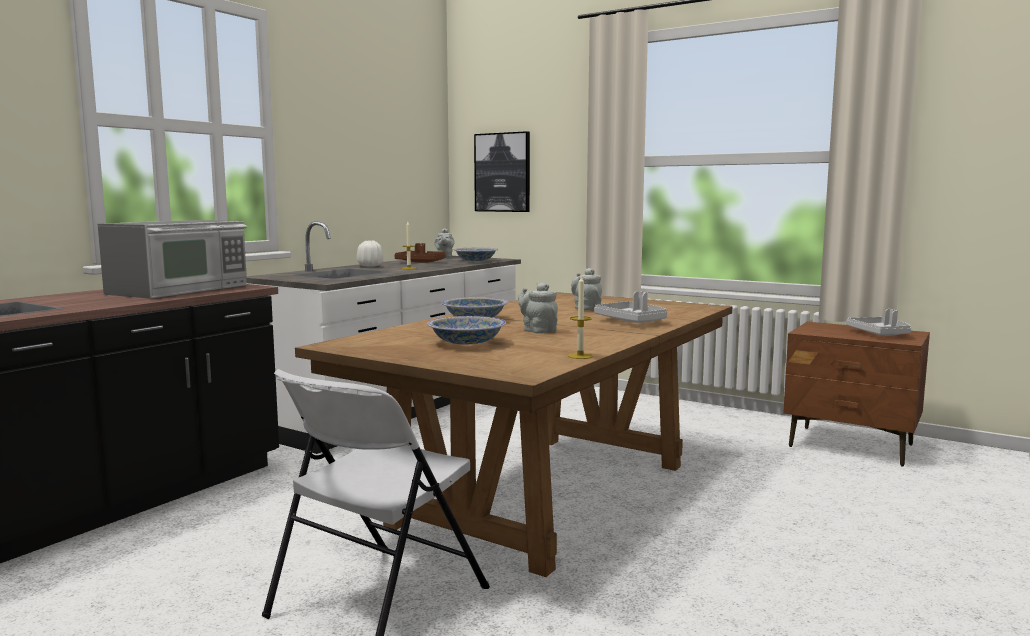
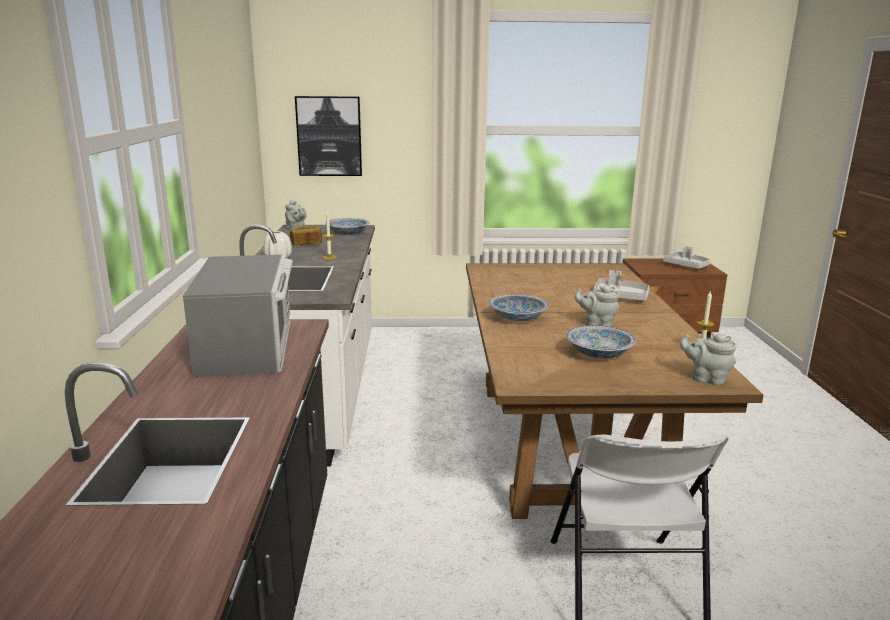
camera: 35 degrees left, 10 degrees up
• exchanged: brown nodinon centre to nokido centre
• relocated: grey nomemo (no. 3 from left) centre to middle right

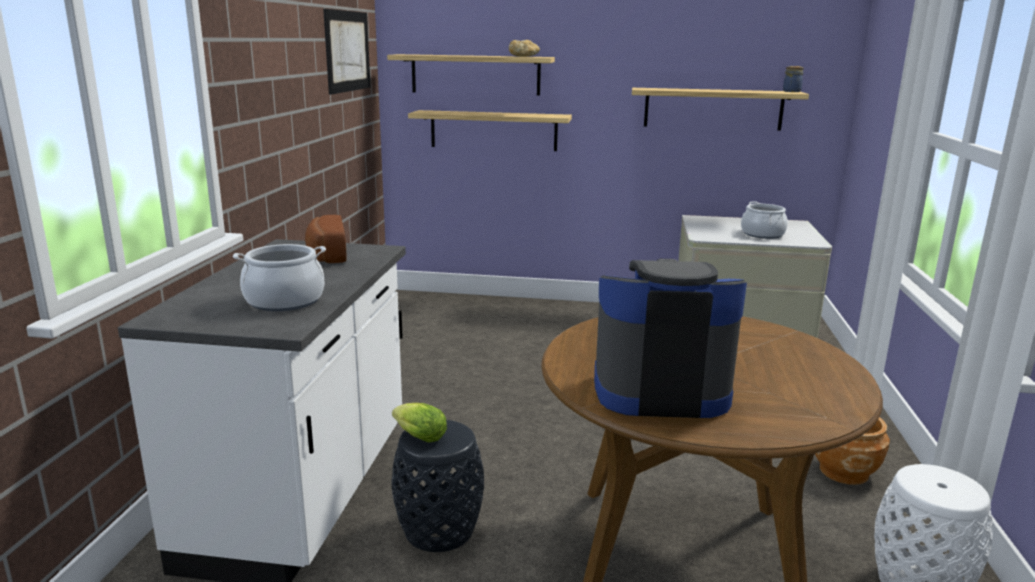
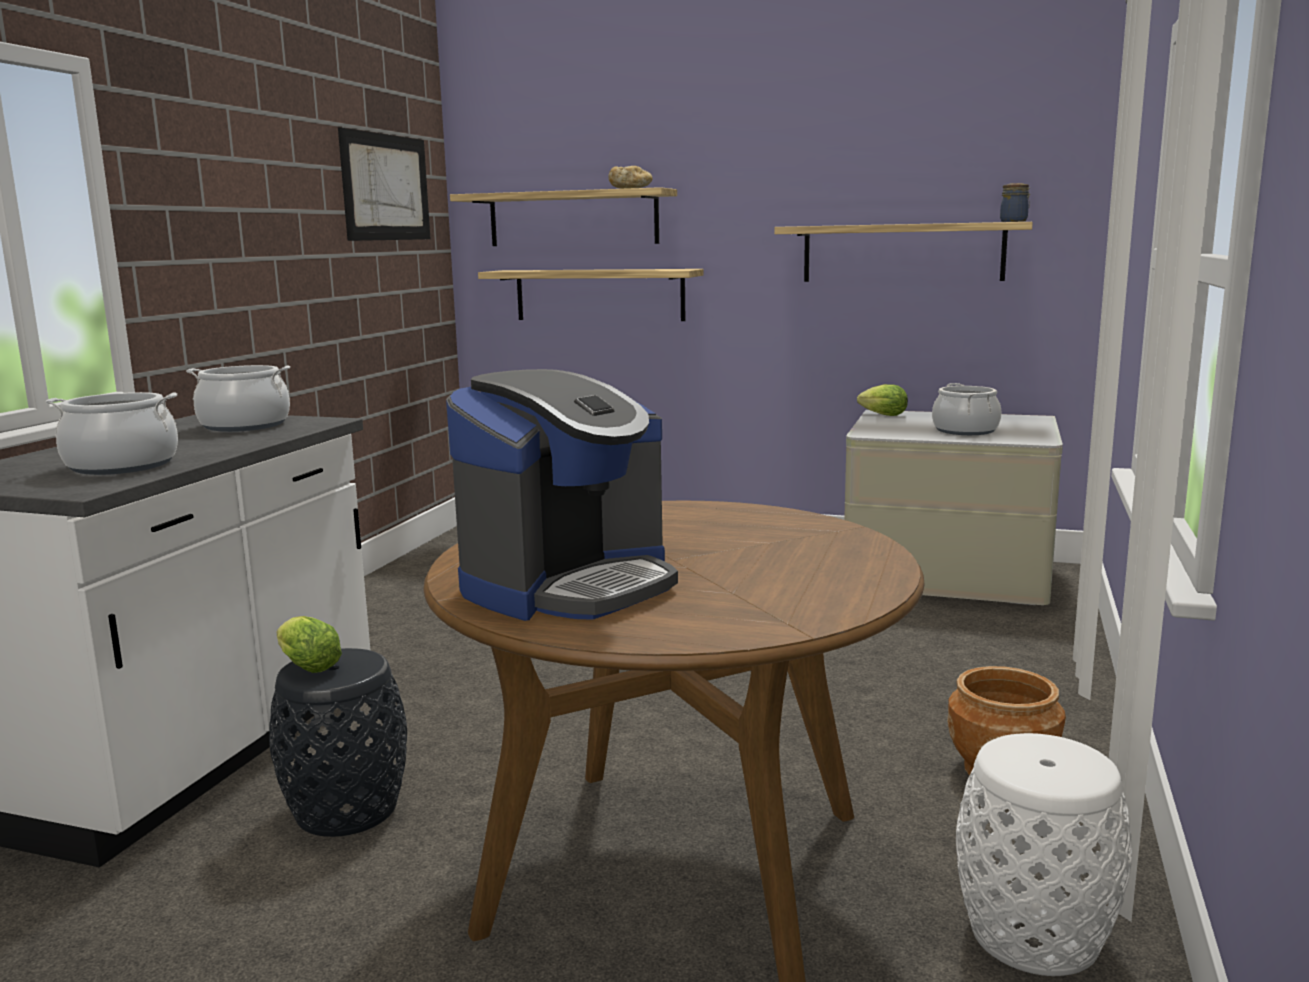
camera: 10 degrees right, 5 degrees down
• exchanged: nokido (no. 1 from left) middle left to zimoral (no. 2 from left) middle left
• spun: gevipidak centre = centre 120 degrees clockwise
• appeared: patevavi (no. 2 from left) middle right

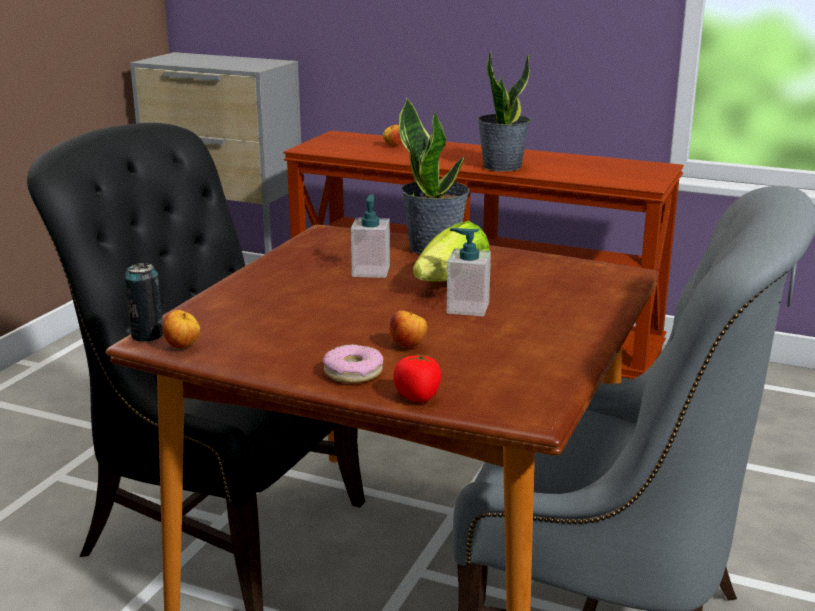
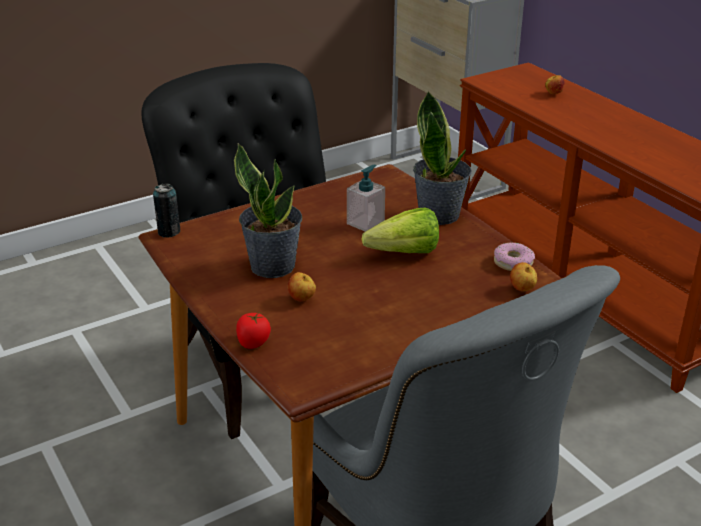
camera: 35 degrees right, 10 degrees up
• relocated: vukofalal (no. 2 from left in the first image) top centre to vukofalal (no. 1 from left) centre
• missing: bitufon (no. 2 from left) centre
• relocated: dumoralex (no. 1 from left in the first image) middle left to dumoralex (no. 2 from left) middle right
• relocated: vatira centre to middle right

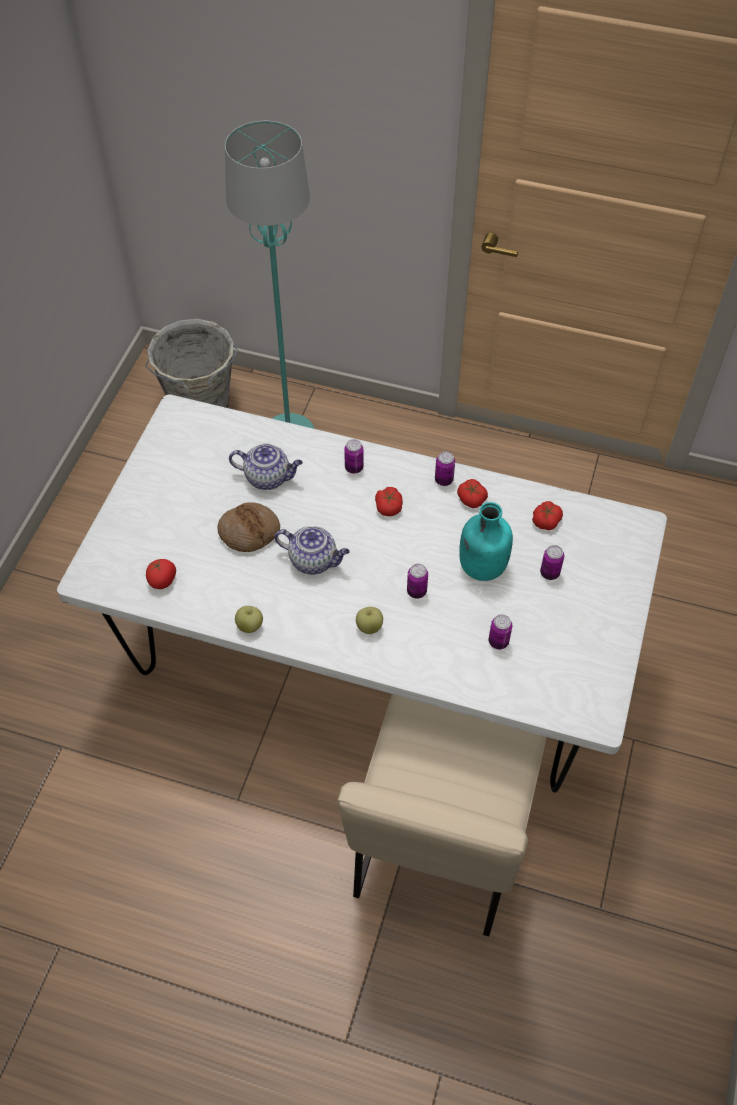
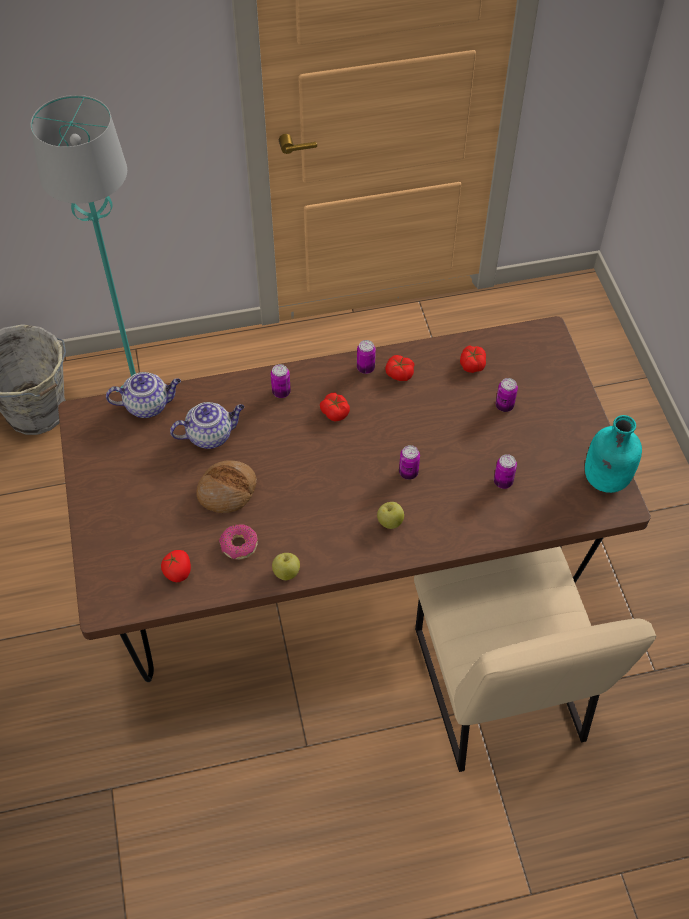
camera: 30 degrees left, 0 degrees up
• colour: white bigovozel centre to brown bigovozel centre
• relocated: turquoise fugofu centre to middle right
• relocated: nomemo (no. 2 from left in the first image) centre to nomemo (no. 1 from left) middle left
• appeared: vatira centre

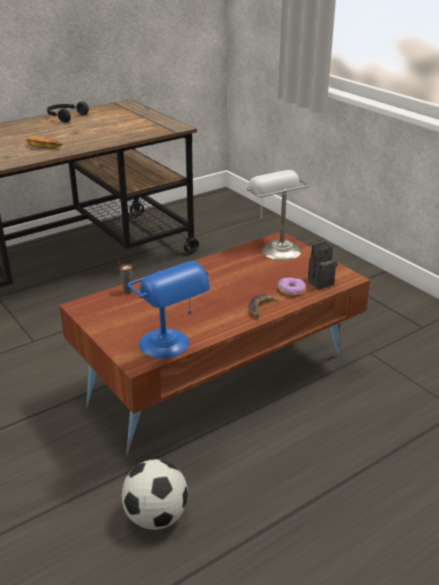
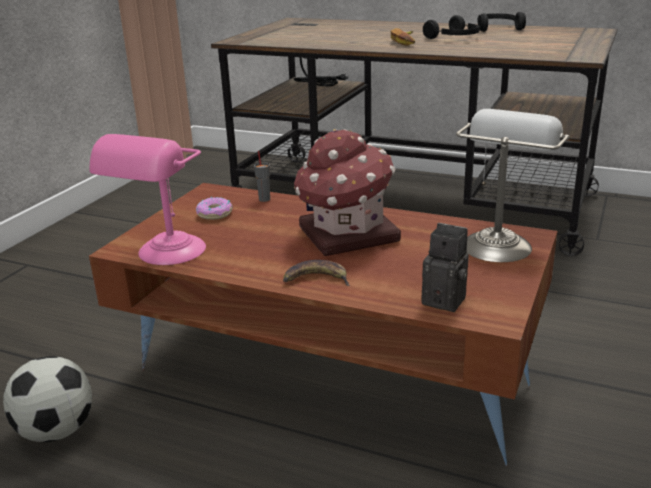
camera: 60 degrees right, 5 degrees down
• colour: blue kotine centre to pink kotine middle left
• relocated: vatira centre to middle left
• appeared: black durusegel (no. 1 from left) top right
• appeared: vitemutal centre

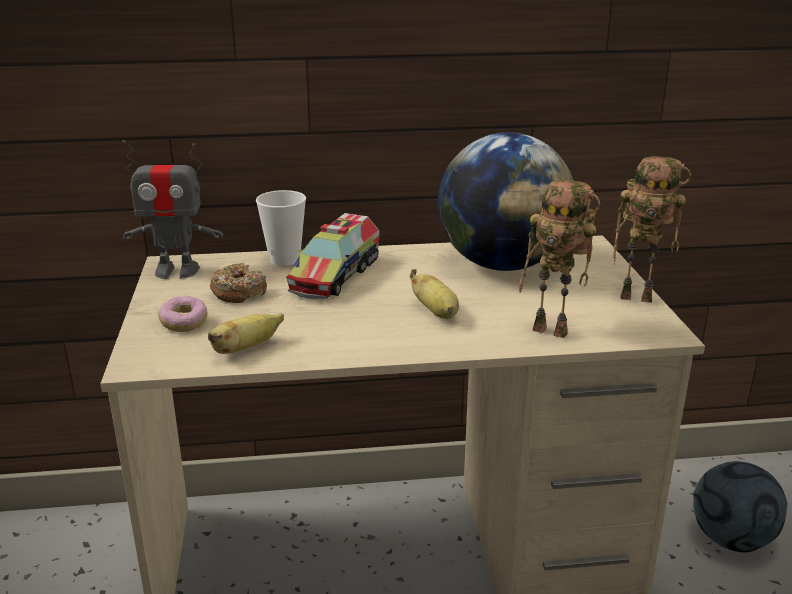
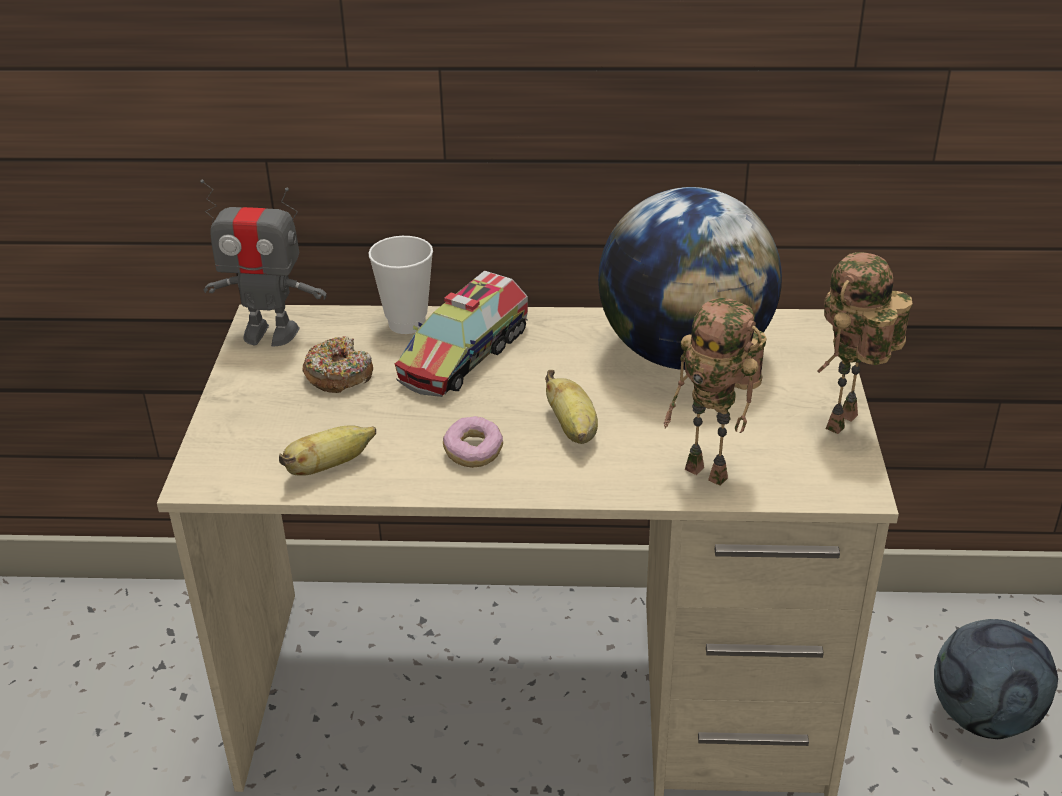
camera: 10 degrees right, 10 degrees up
• spun: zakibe (no. 3 from left) middle right = middle right 105 degrees clockwise
• relocated: vatira (no. 1 from left in the first image) middle left to vatira (no. 2 from left) centre

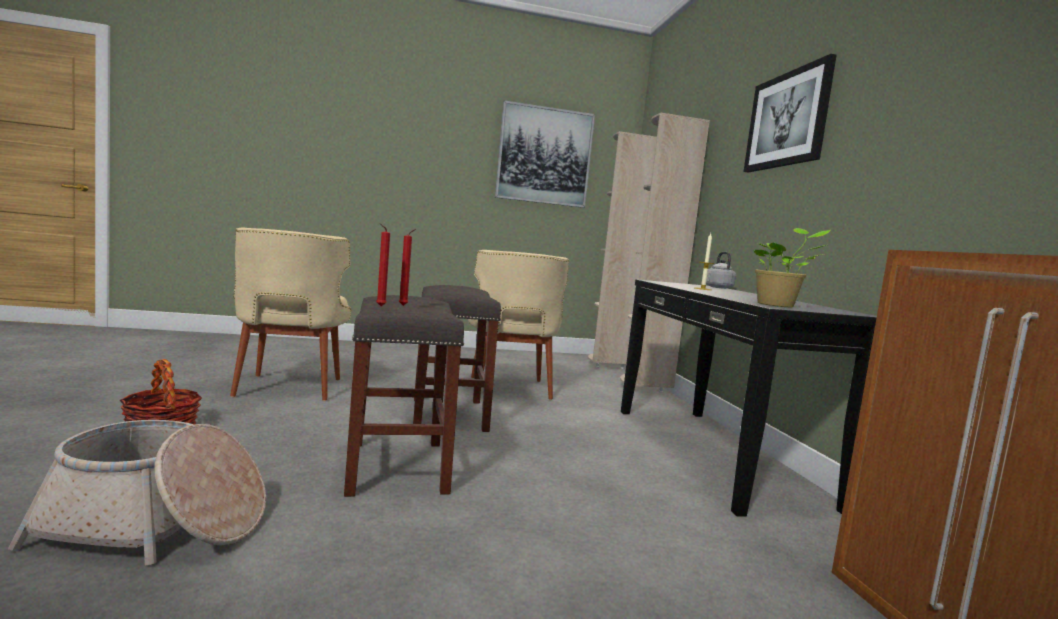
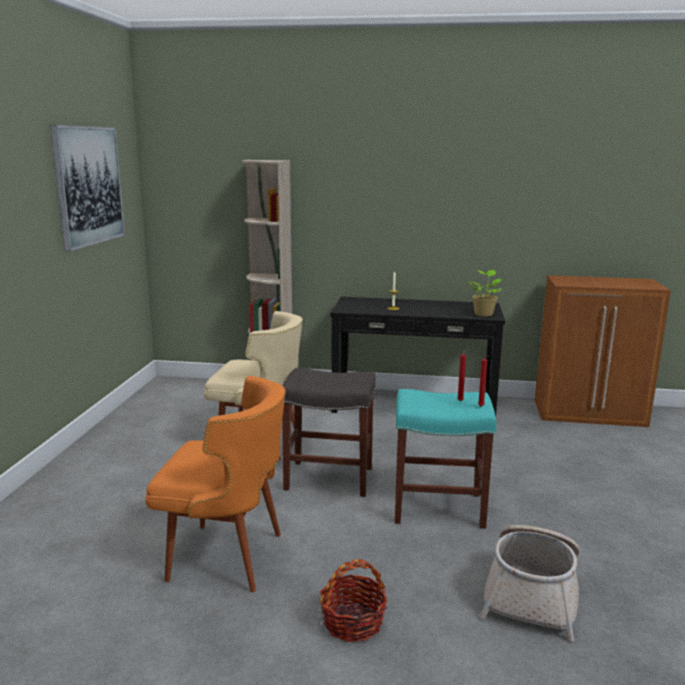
camera: 70 degrees left, 10 degrees up
• missing: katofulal (no. 2 from left) top right
• missing: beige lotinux (no. 1 from left) centre
• colour: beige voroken (no. 1 from left) middle left to orange voroken bottom left
• missing: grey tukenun middle right
• colour: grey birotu (no. 1 from left) centre to turquoise birotu bottom centre

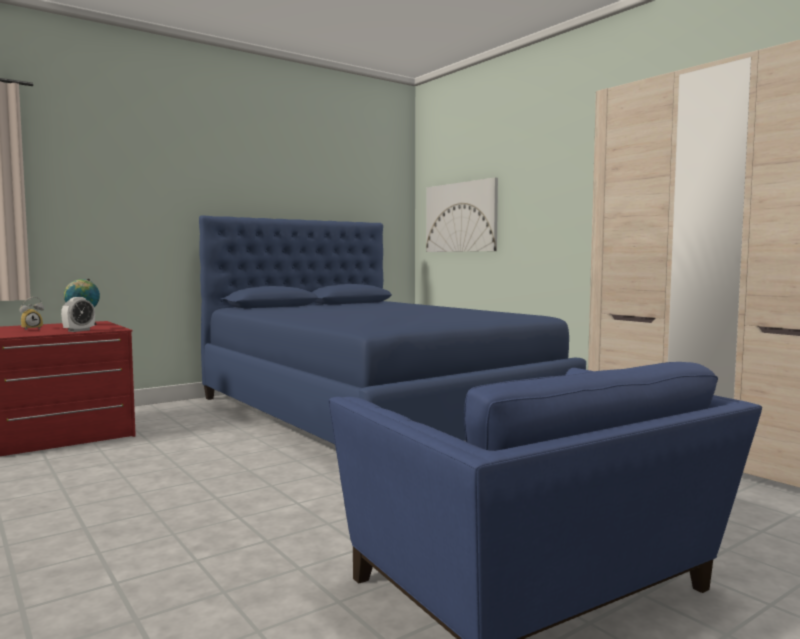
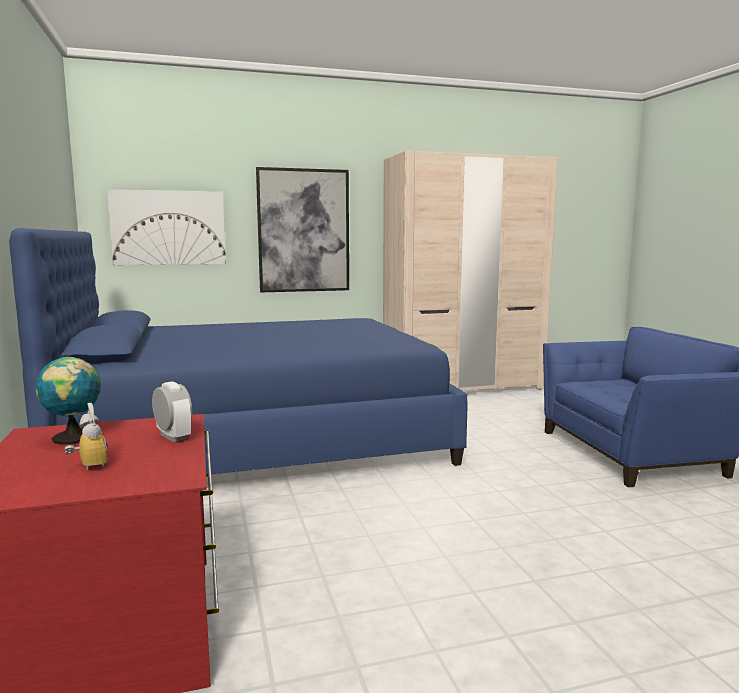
camera: 70 degrees left, 5 degrees up
• appeared: katofulal (no. 2 from left) top centre

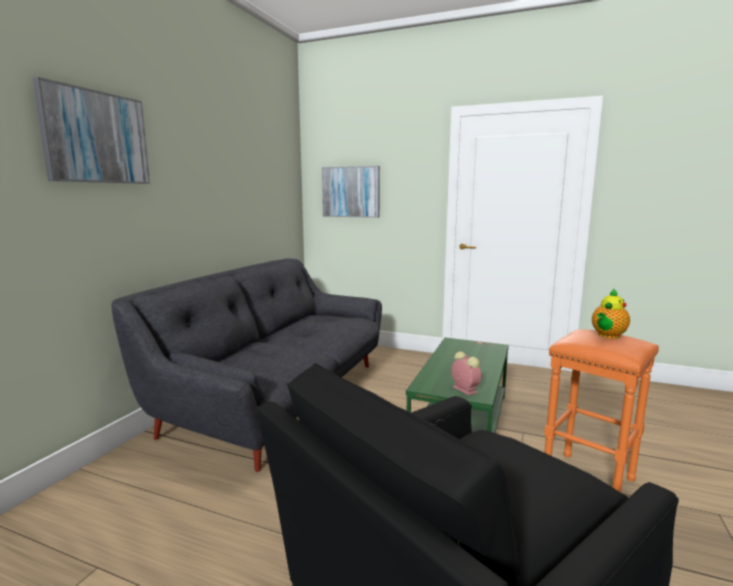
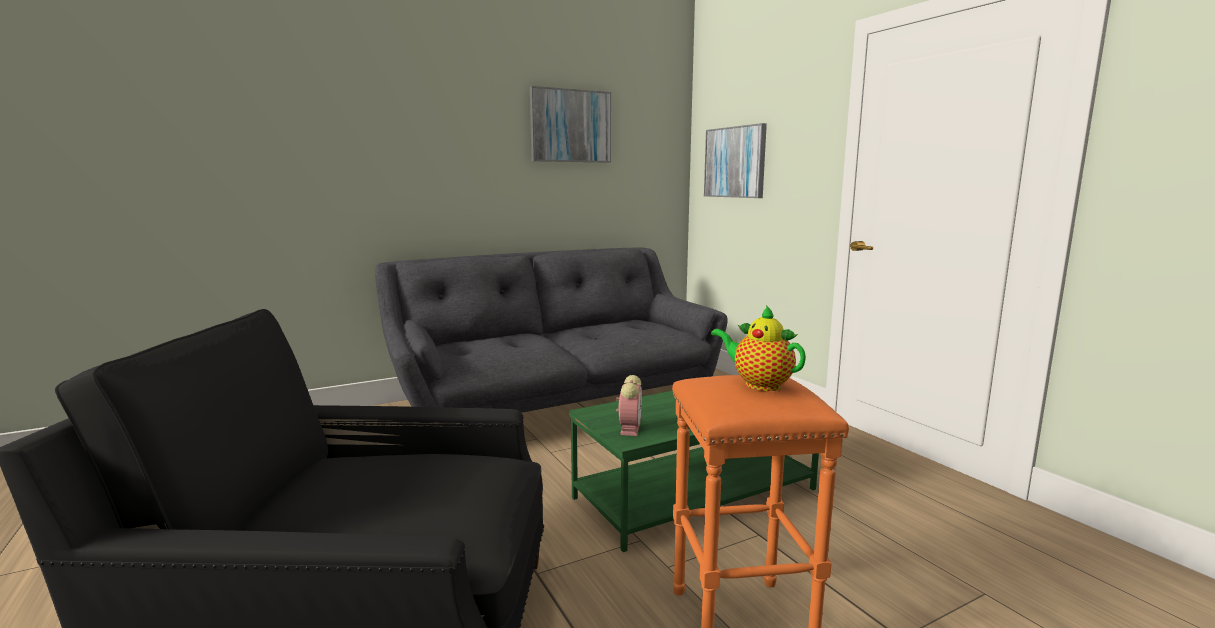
camera: 40 degrees right, 0 degrees up
• relocated: katofulal (no. 1 from left) top left to top centre
• spun: nomemo middle right = centre 45 degrees clockwise

